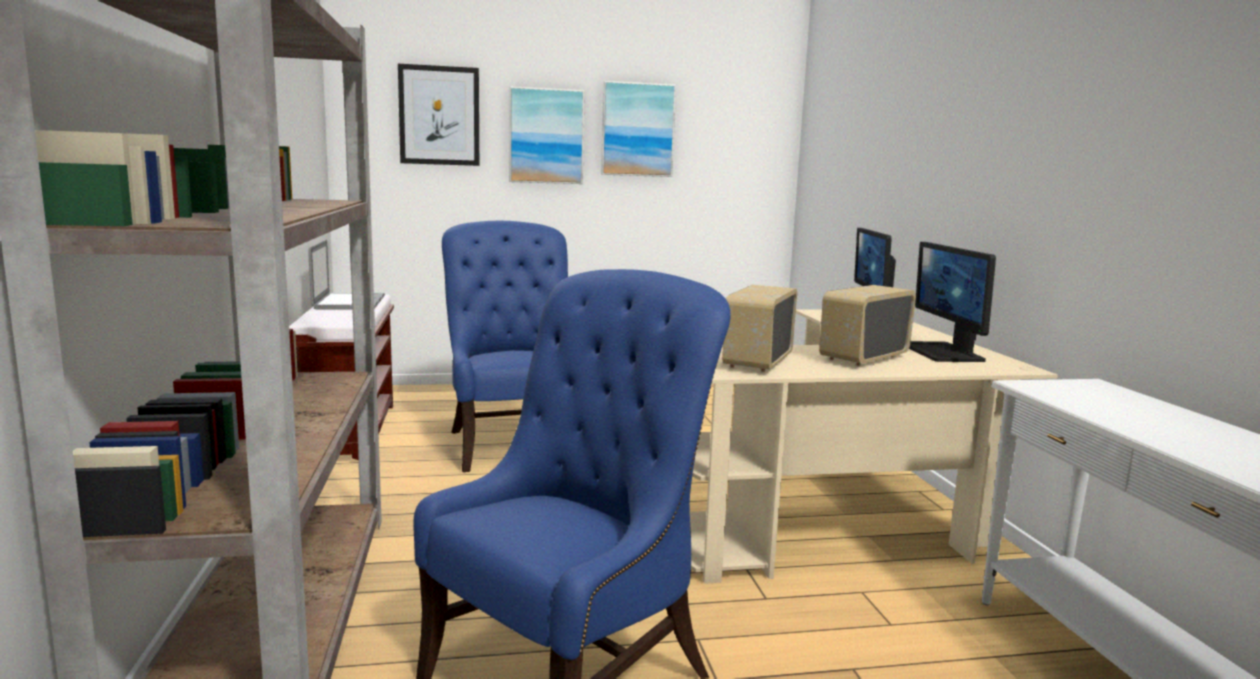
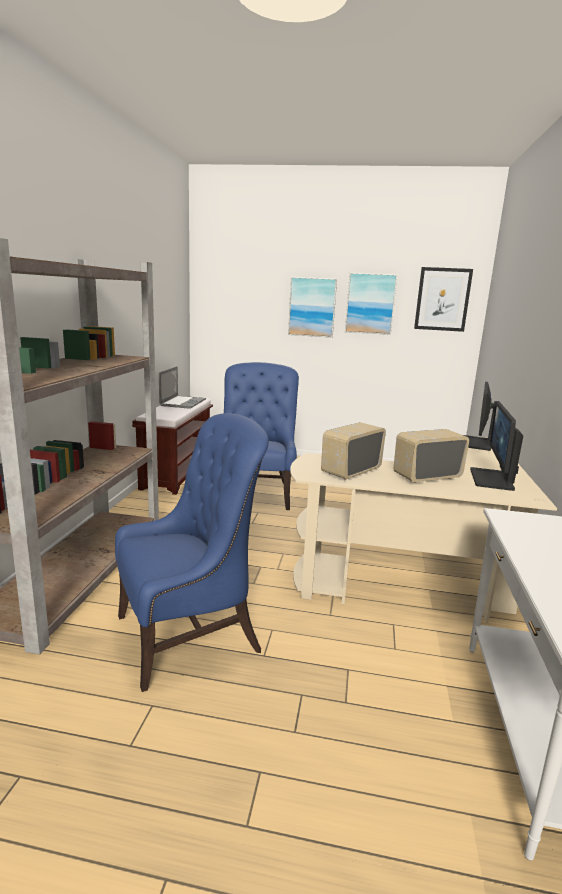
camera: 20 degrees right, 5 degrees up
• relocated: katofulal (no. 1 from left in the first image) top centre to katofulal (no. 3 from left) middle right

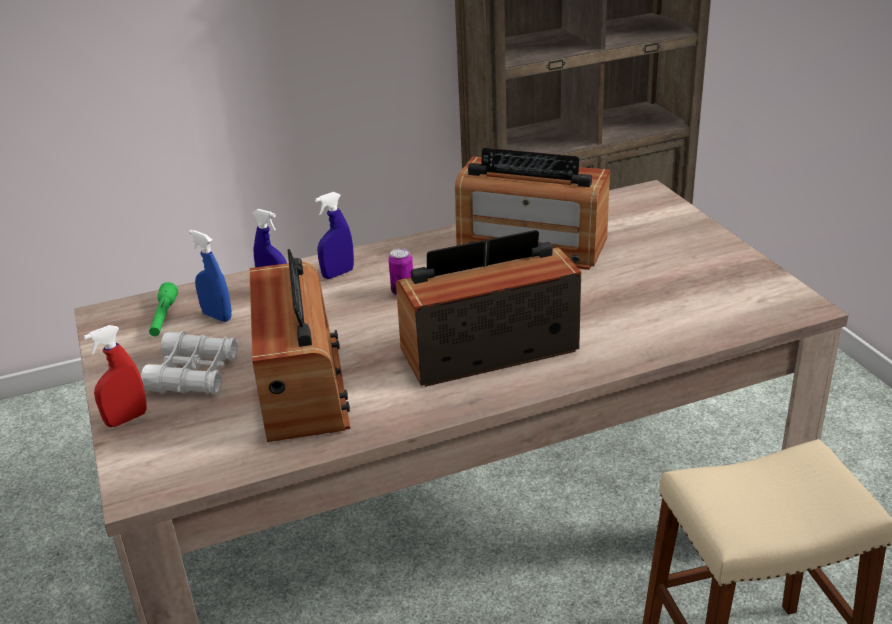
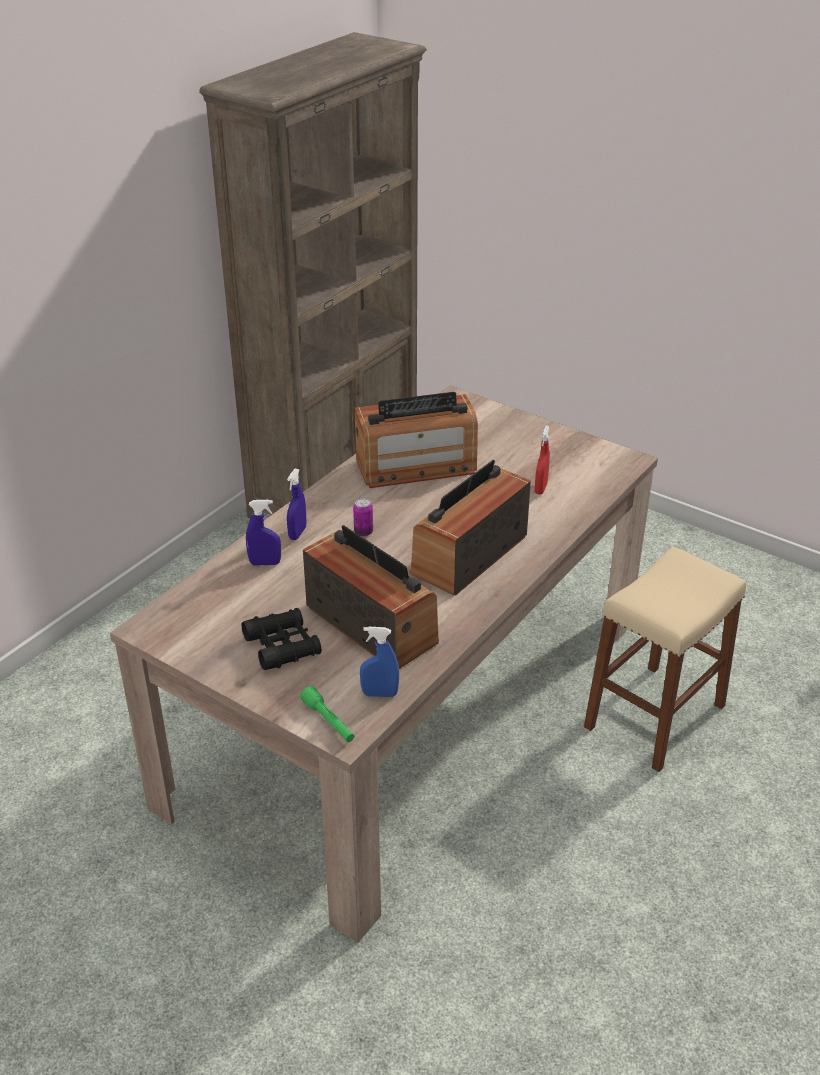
camera: 35 degrees left, 5 degrees up
• relocated: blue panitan (no. 1 from left in the first image) middle left to blue panitan (no. 3 from left) centre
• relocated: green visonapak middle left to centre
• relocated: red panitan middle left to centre
• colour: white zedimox middle left to black zedimox centre

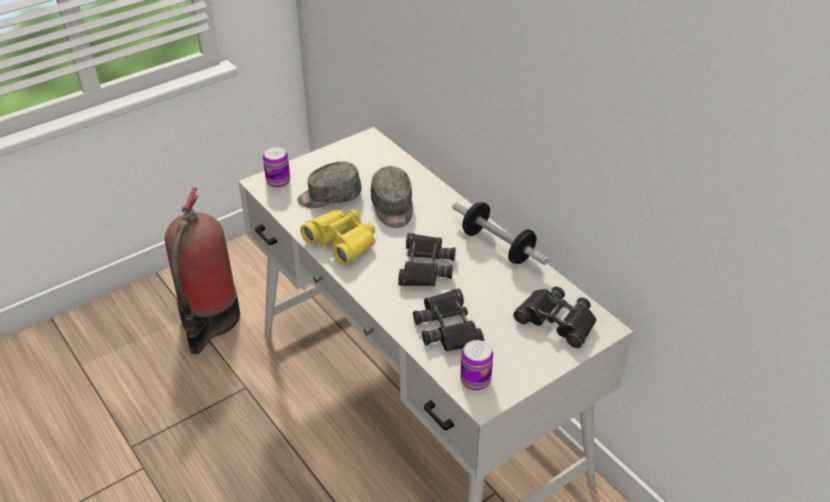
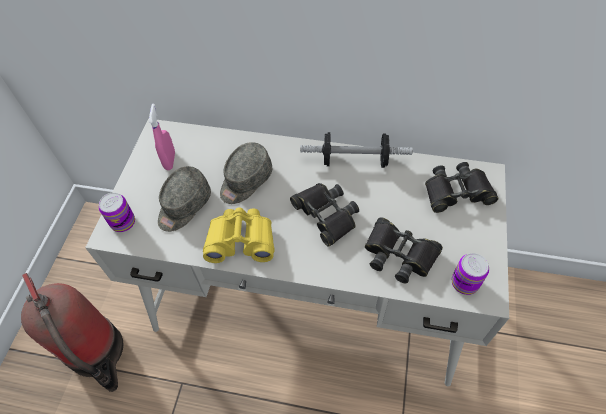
camera: 40 degrees left, 15 degrees up
• spun: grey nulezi (no. 2 from left) centre = centre 90 degrees clockwise
• appeared: pink panitan top left

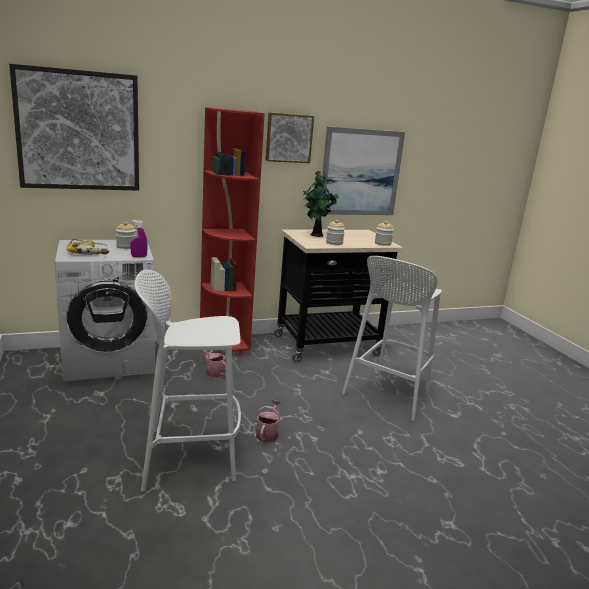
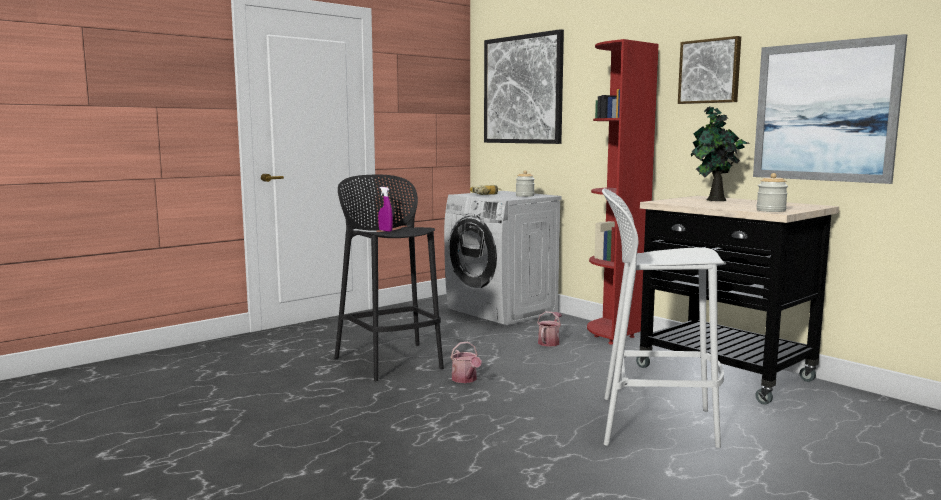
camera: 70 degrees right, 10 degrees down
• relocated: purple panitan middle left to centre
• missing: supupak (no. 2 from left) centre
• colour: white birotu (no. 1 from left) middle left to black birotu centre
• spun: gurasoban (no. 2 from left in the first image) bottom centre = bottom centre 75 degrees clockwise

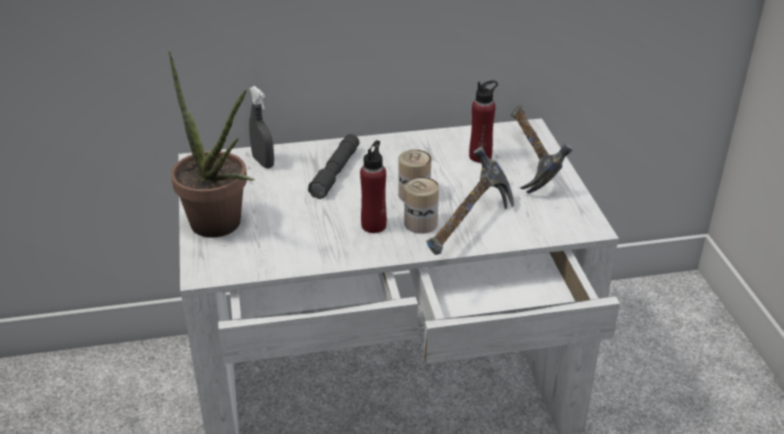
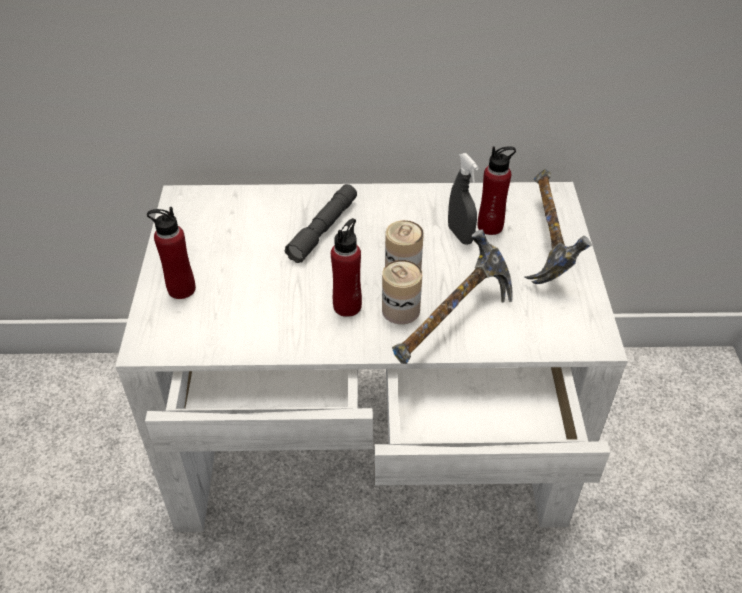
camera: 10 degrees right, 10 degrees up
• exchanged: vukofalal top left to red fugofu (no. 1 from left) middle left
• relocated: grey panitan top left to centre

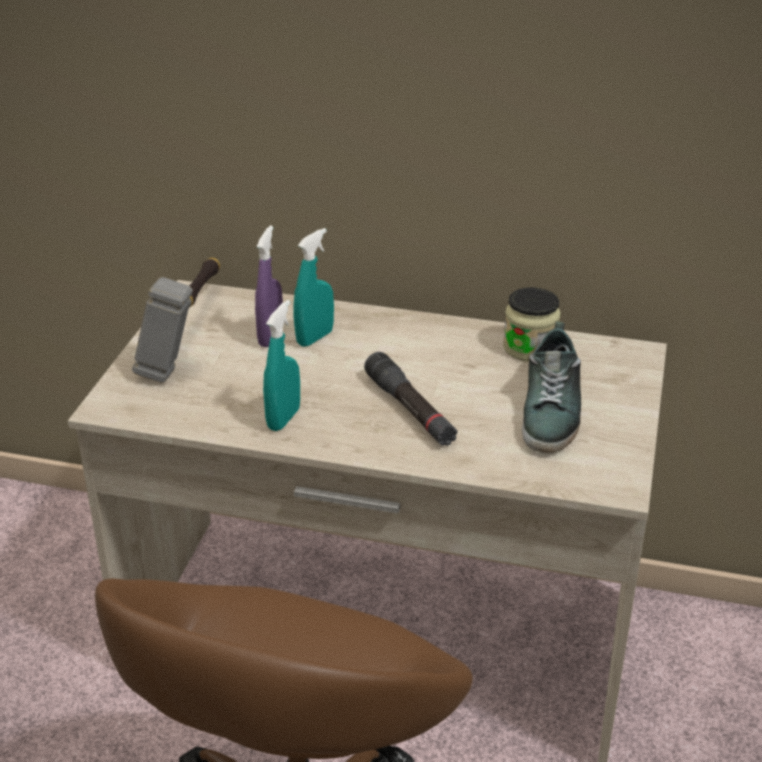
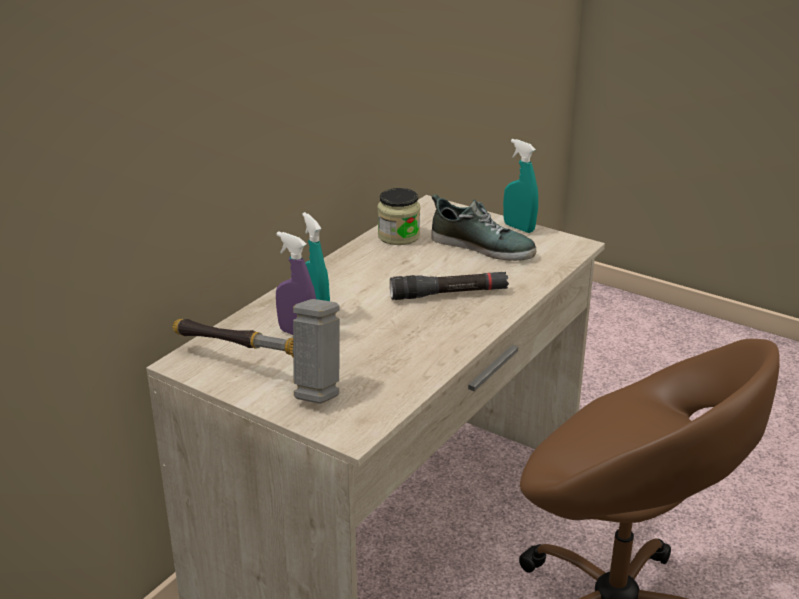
camera: 70 degrees left, 5 degrees down
• relocated: turquoise panitan (no. 1 from left in the first image) centre to turquoise panitan (no. 2 from left) top centre

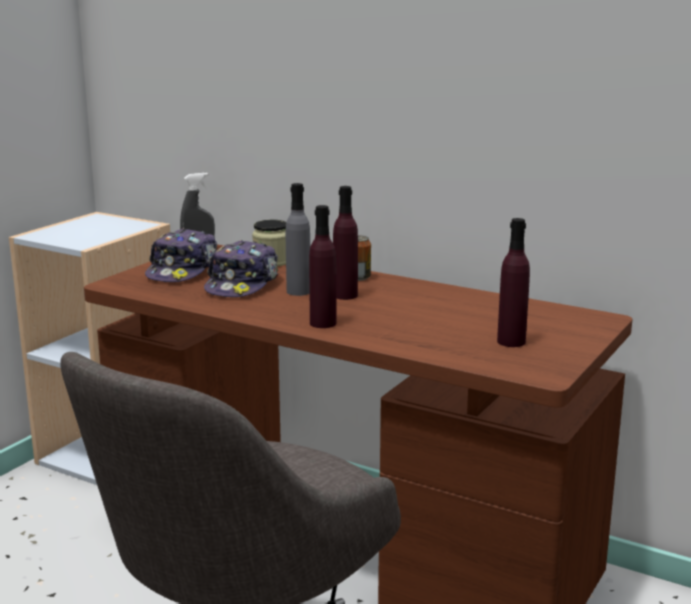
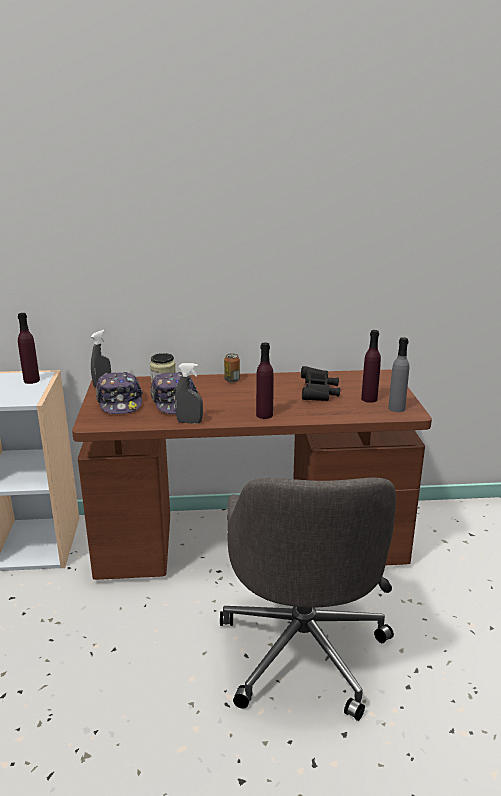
camera: 35 degrees left, 5 degrees up
• relocated: grey fugofu centre to middle right
• relocated: purple fugofu (no. 2 from left in the first image) centre to purple fugofu (no. 1 from left) middle left
• appeared: grey panitan (no. 2 from left) centre
• appeared: black zedimox centre

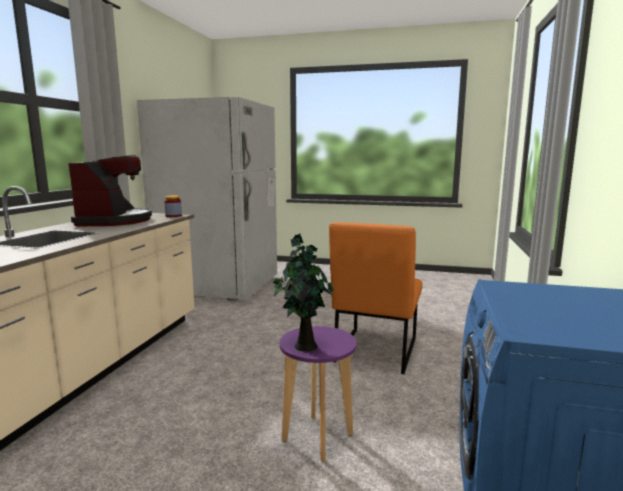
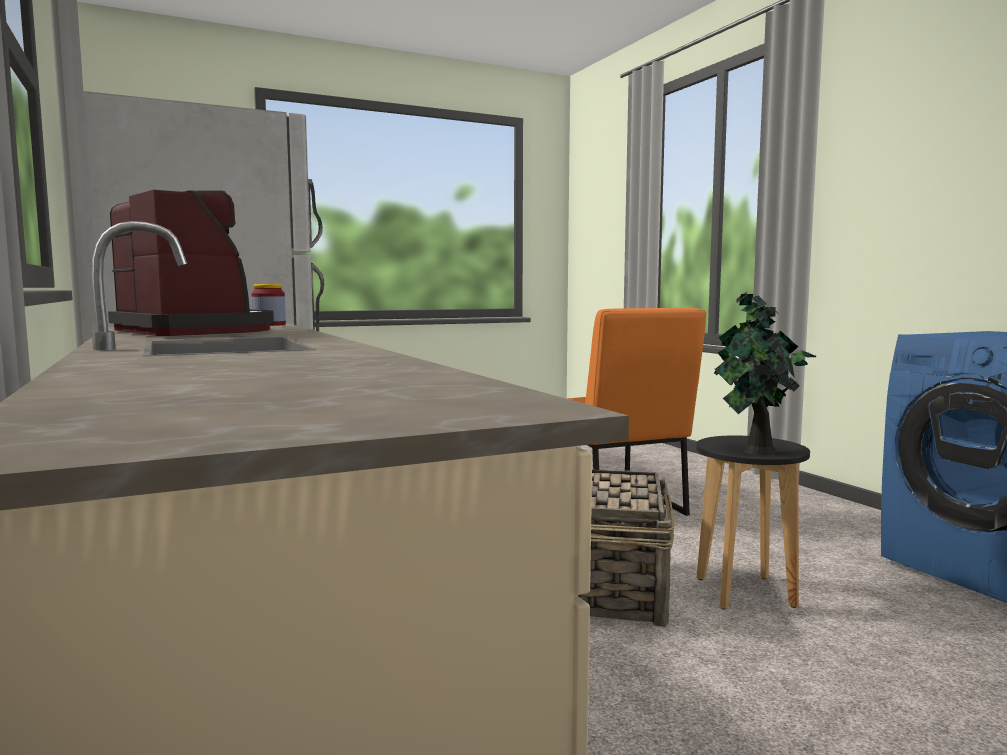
camera: 40 degrees left, 5 degrees down
• colour: purple birotu bottom centre to black birotu bottom right
• appeared: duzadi bottom centre

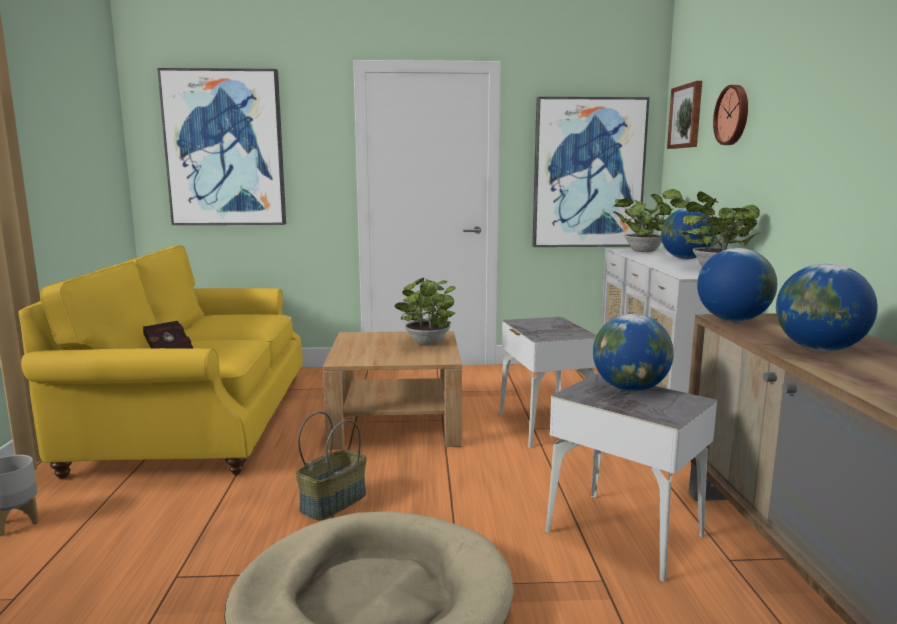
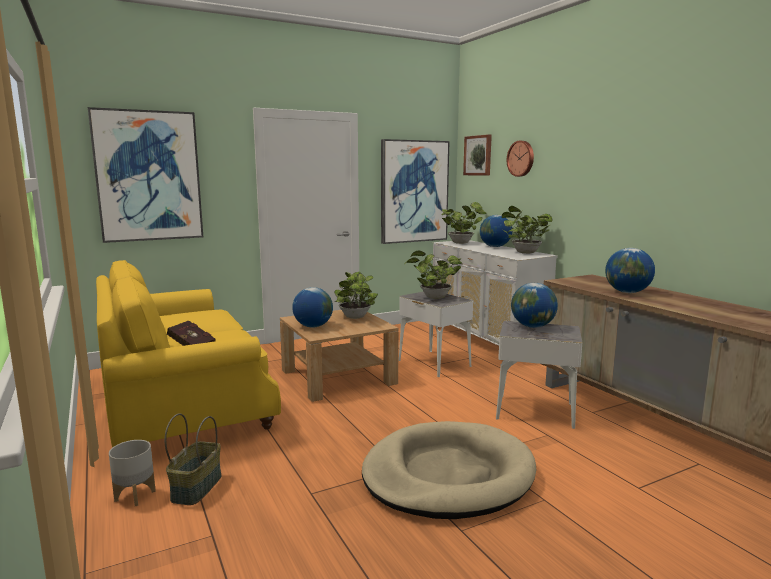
camera: 25 degrees left, 0 degrees up
• relocated: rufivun (no. 3 from left in the first image) middle right to rufivun (no. 1 from left) centre
• relocated: duzadi bottom centre to bottom left
• appeared: vukofalal (no. 2 from left) centre

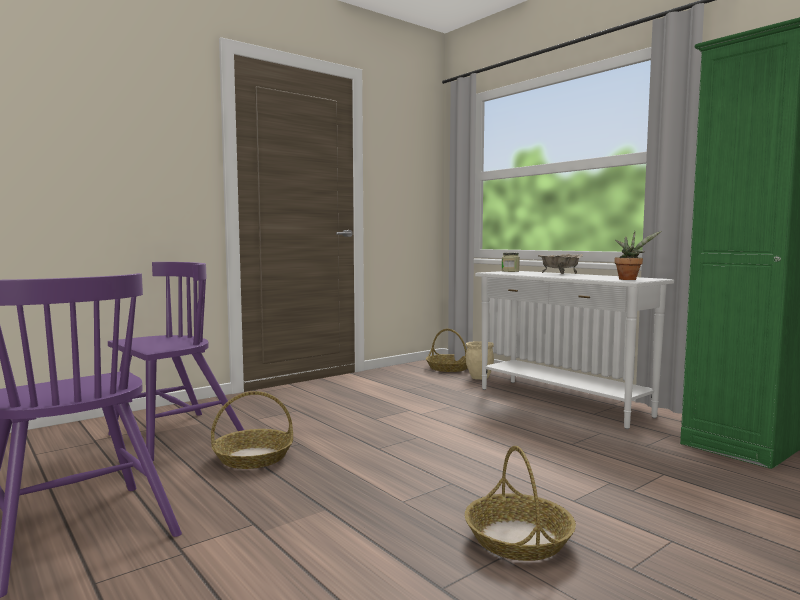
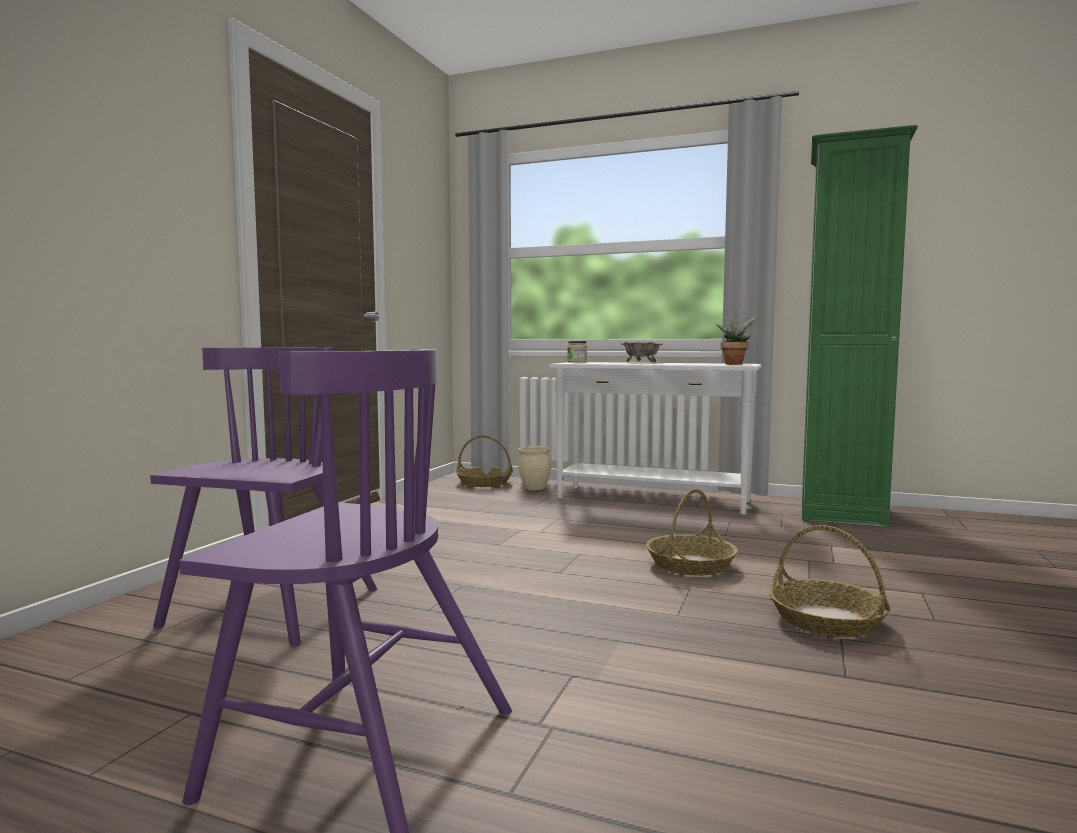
camera: 30 degrees left, 0 degrees up
• relocated: duzadi (no. 1 from left in the first image) bottom left to duzadi (no. 2 from left) centre

